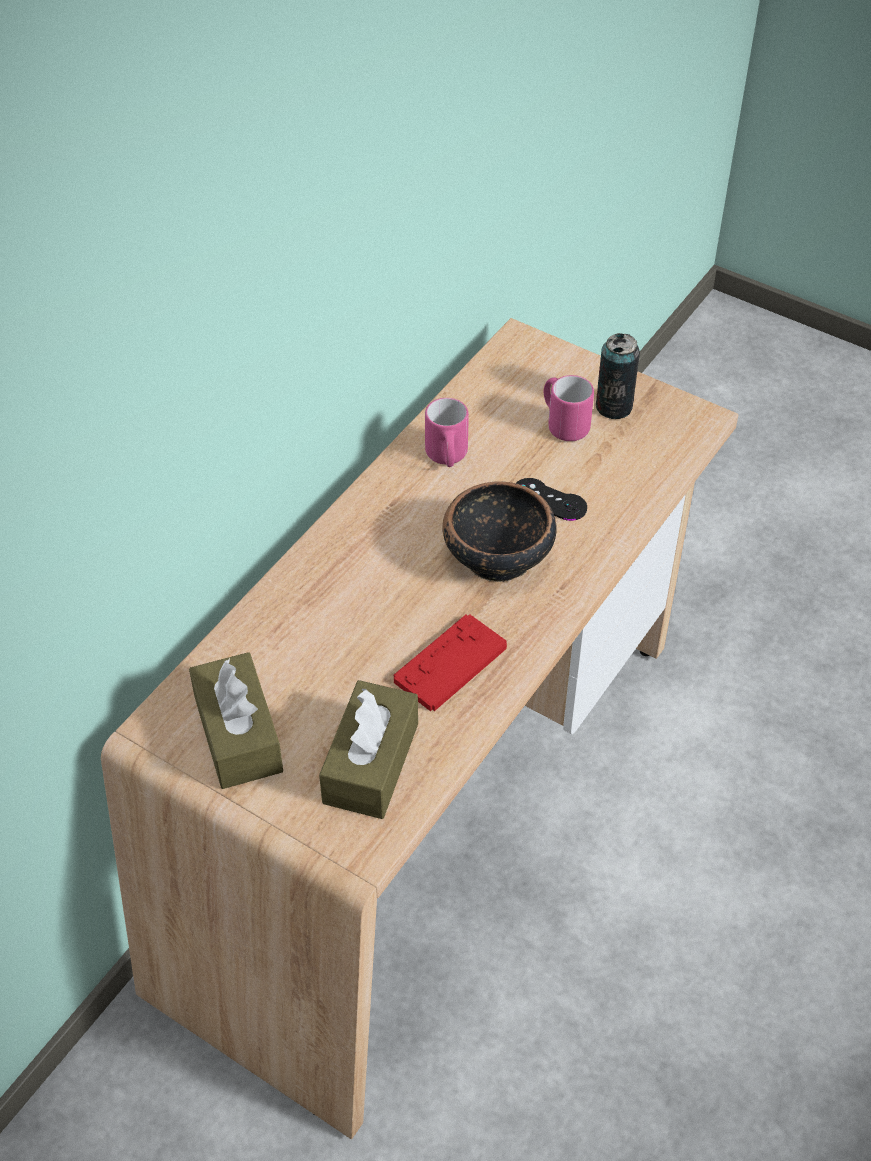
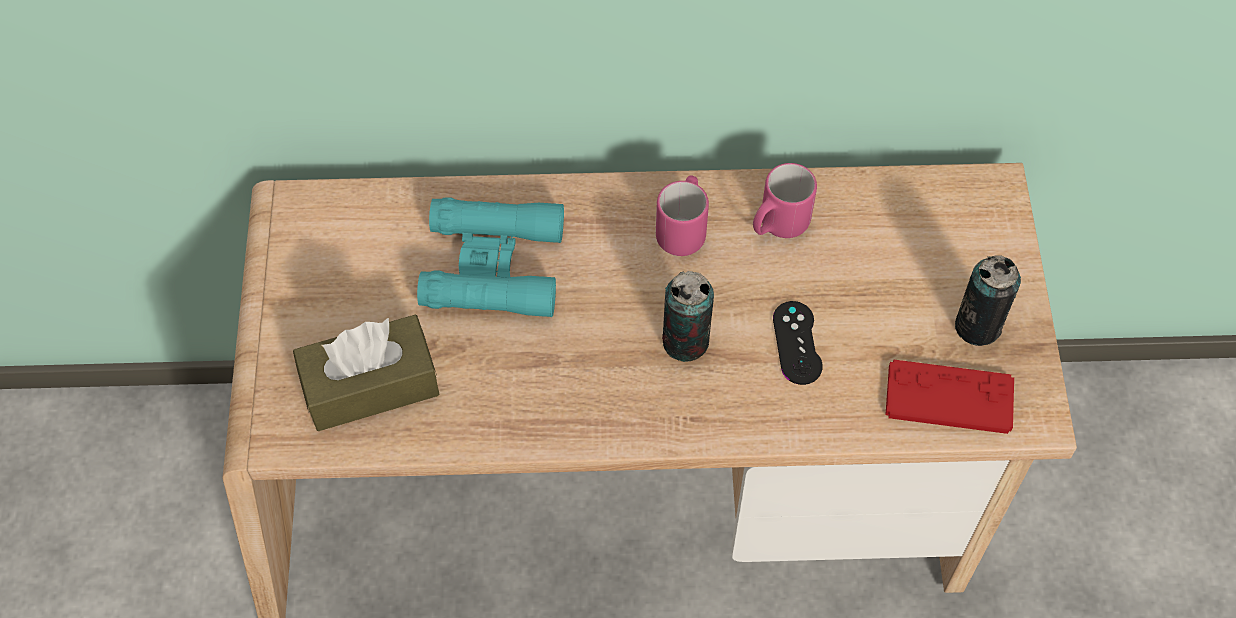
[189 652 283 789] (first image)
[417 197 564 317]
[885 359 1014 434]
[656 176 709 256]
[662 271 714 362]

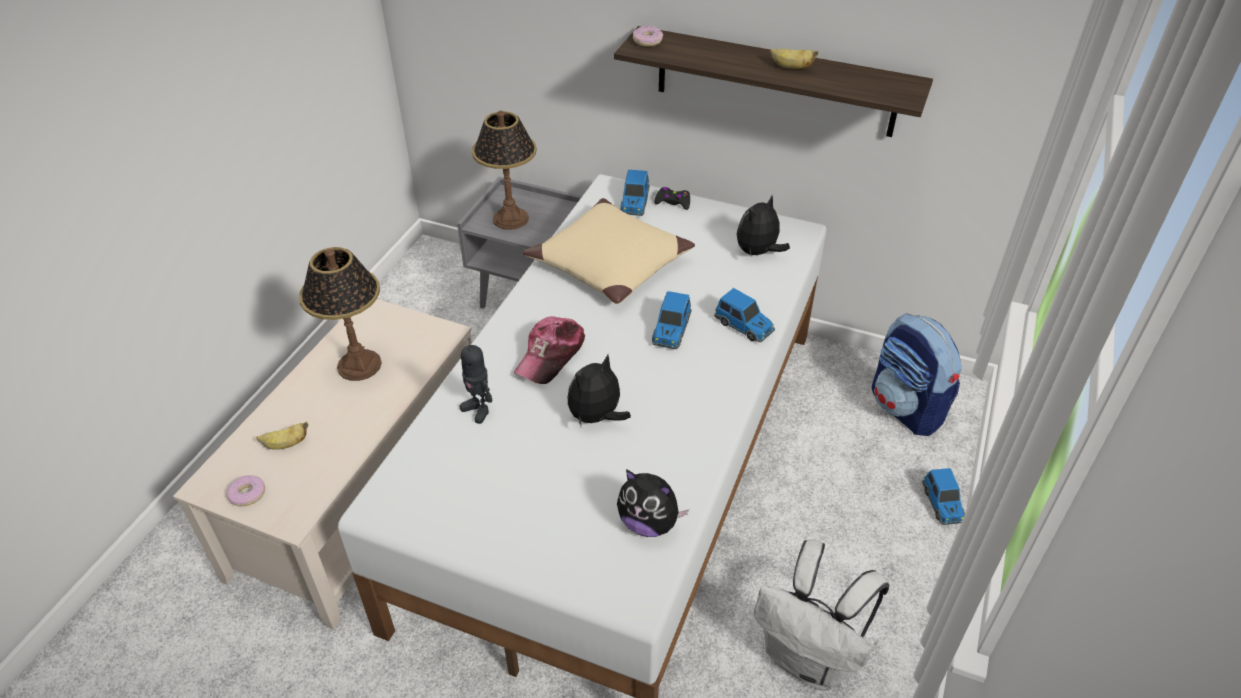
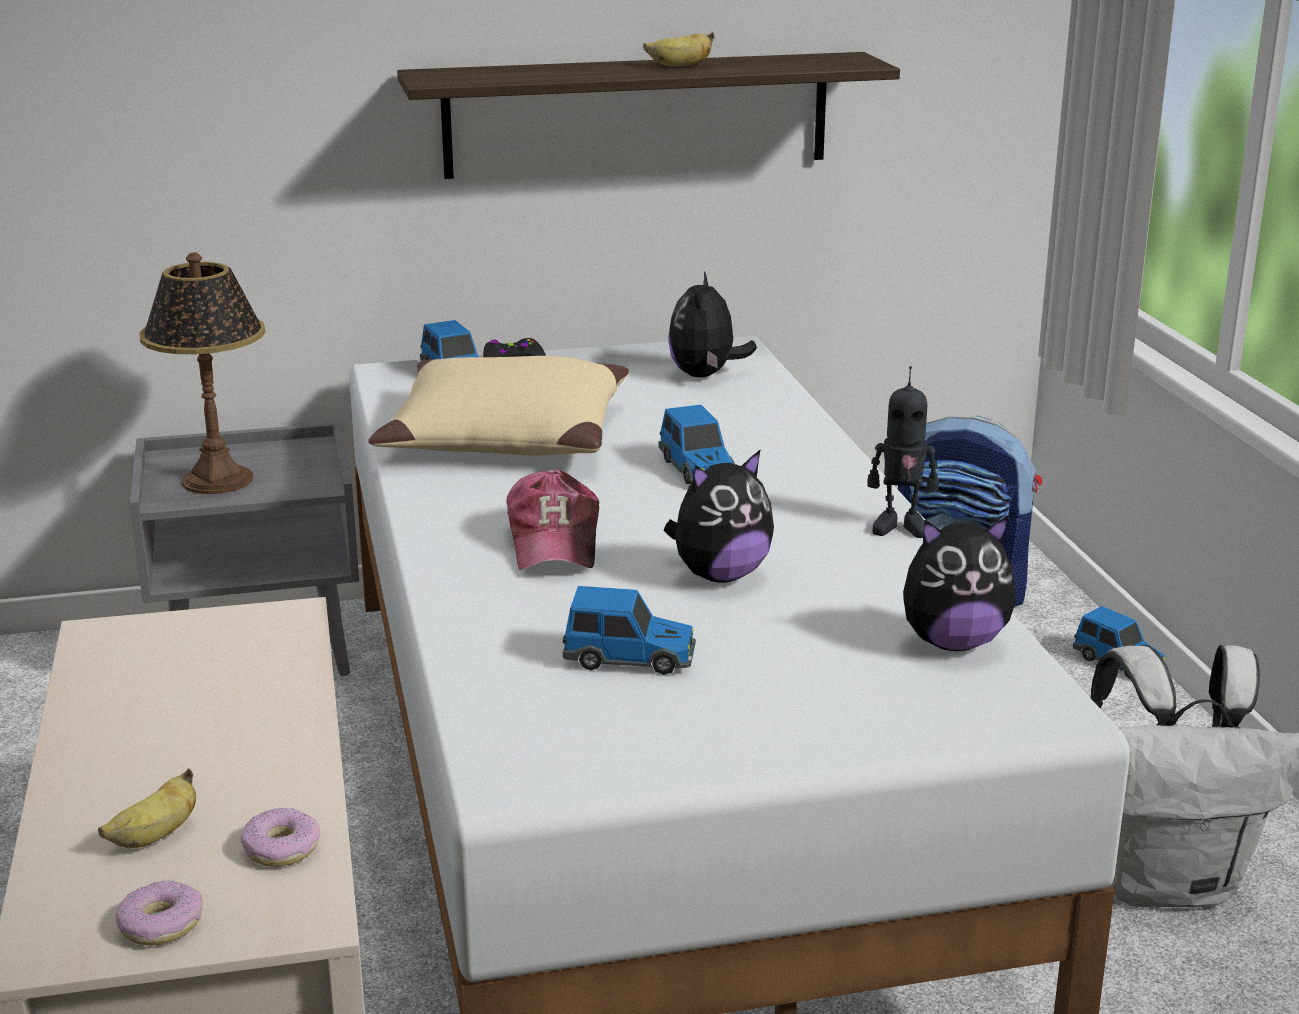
[299 247 382 381] (first image)
[867 366 939 538]
[241 808 320 867]
[563 586 696 675]
[664 450 774 583]

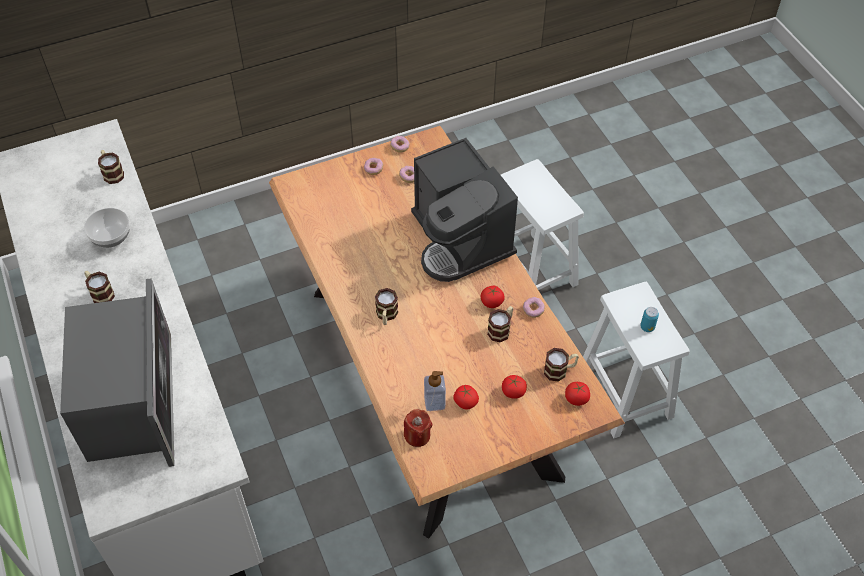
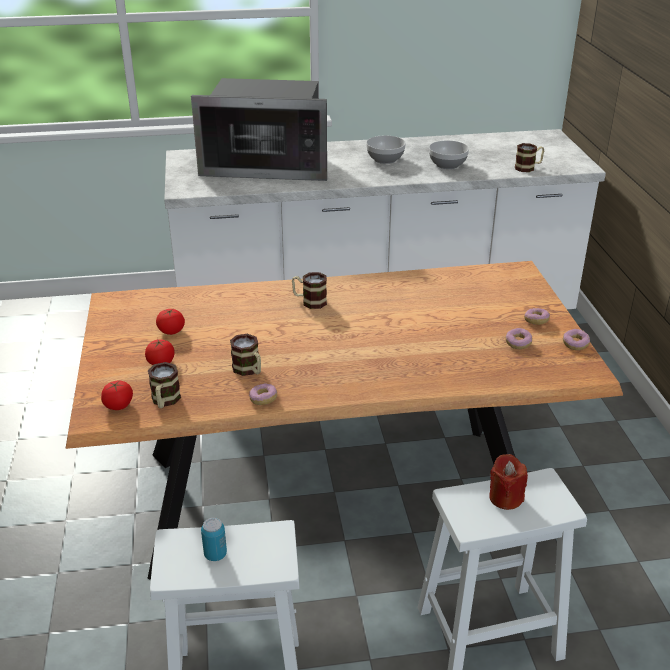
[411 138 518 282] (first image)
[424 371 446 411] (first image)
[481 286 505 308] (first image)
[489 454 528 510]
[366 135 406 164]

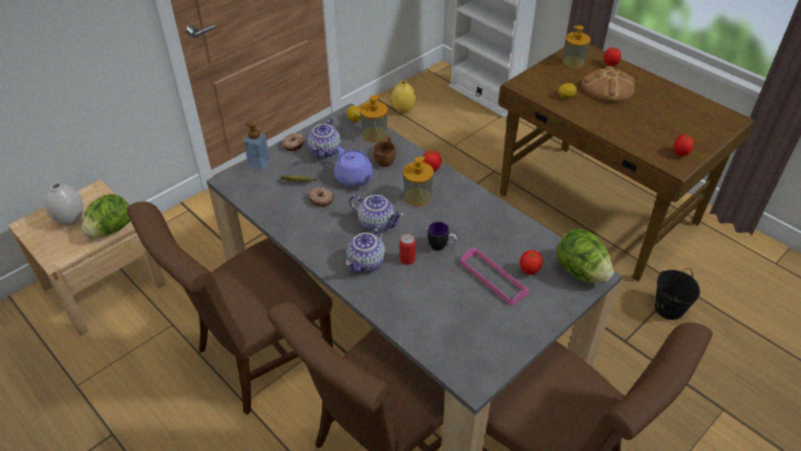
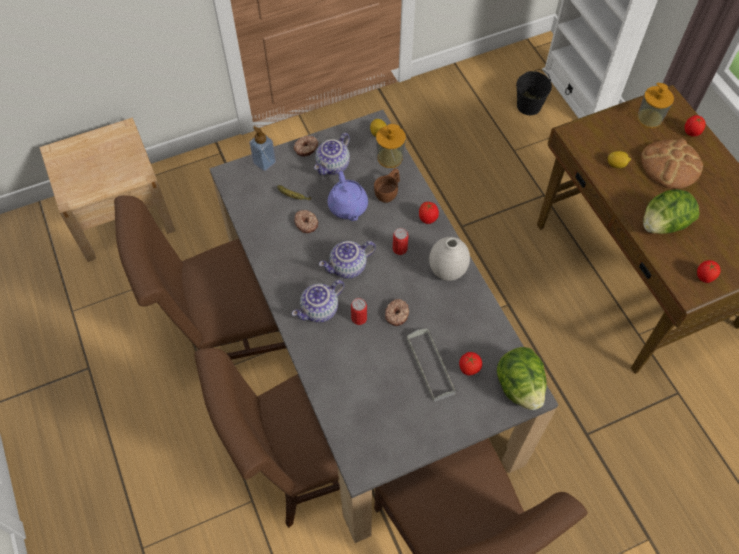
[391 81 416 114] (first image)
[429 237 470 281]
[643 189 700 234]
[516 69 552 115]
[393 228 409 255]
[385 299 409 326]
[407 329 456 402]
[319 241 376 279]

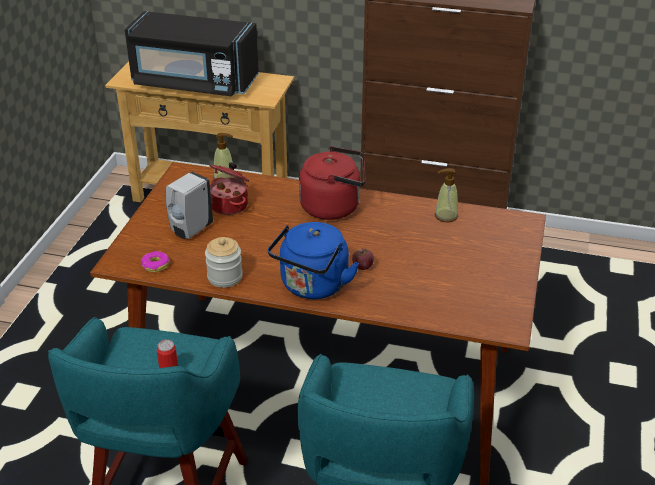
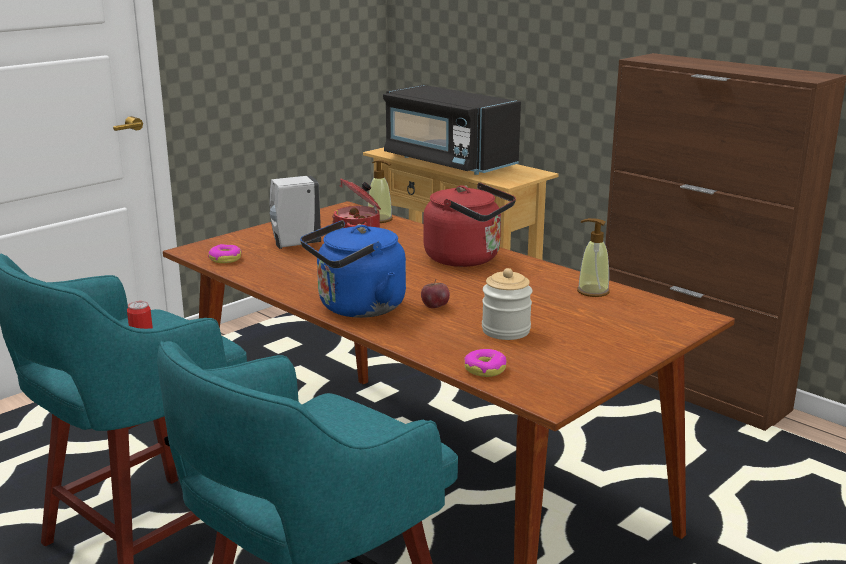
[464 349 507 377]
[482 268 532 340]

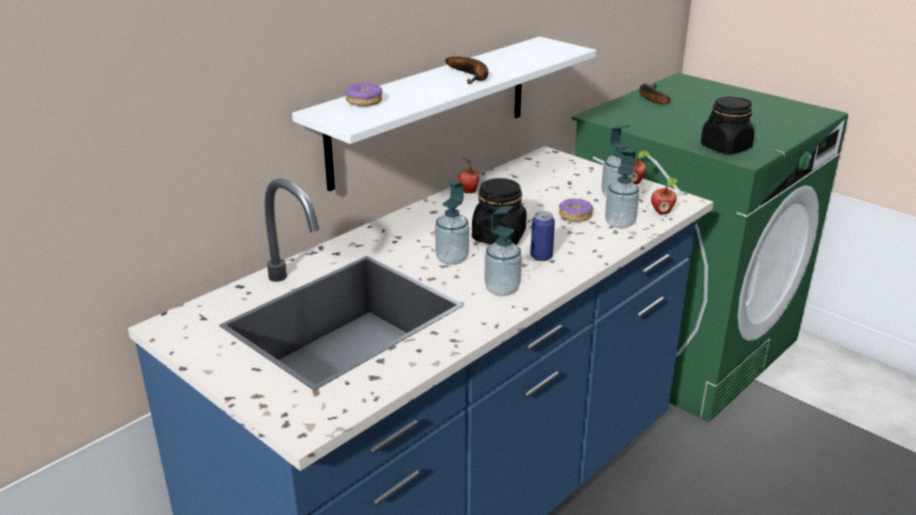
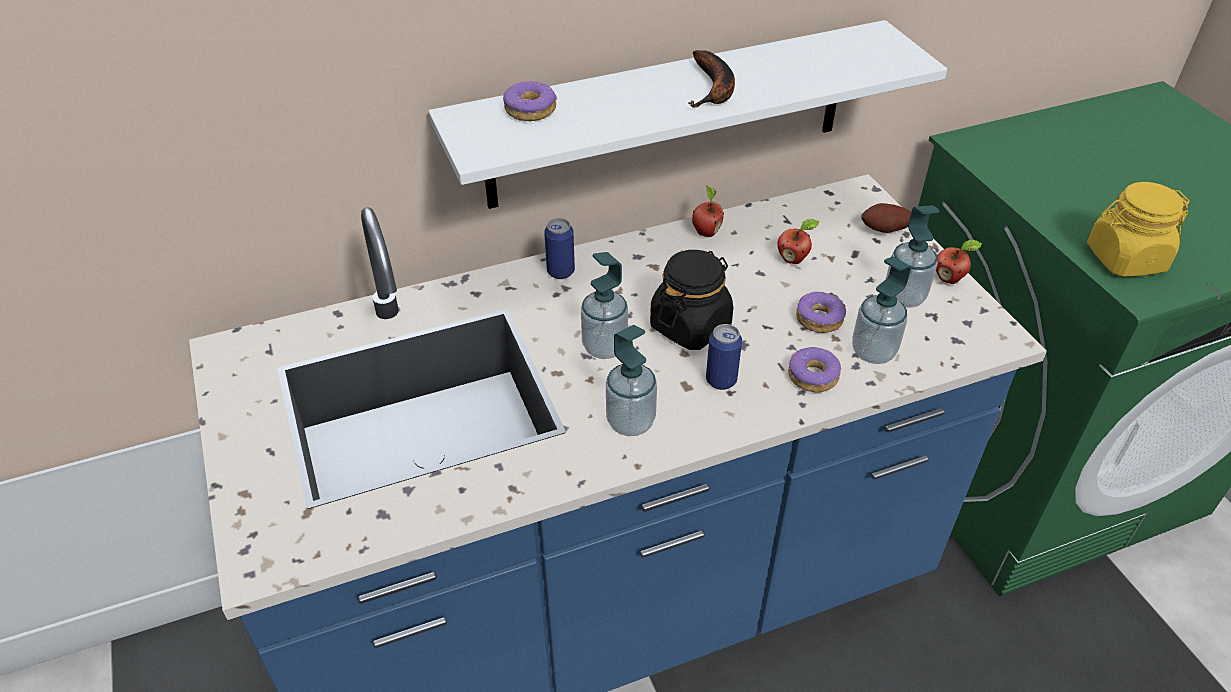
[639 83 671 104] (first image)
[544 218 575 279]
[788 347 841 393]
[861 203 911 233]
[777 219 819 264]
[1087 182 1189 277]

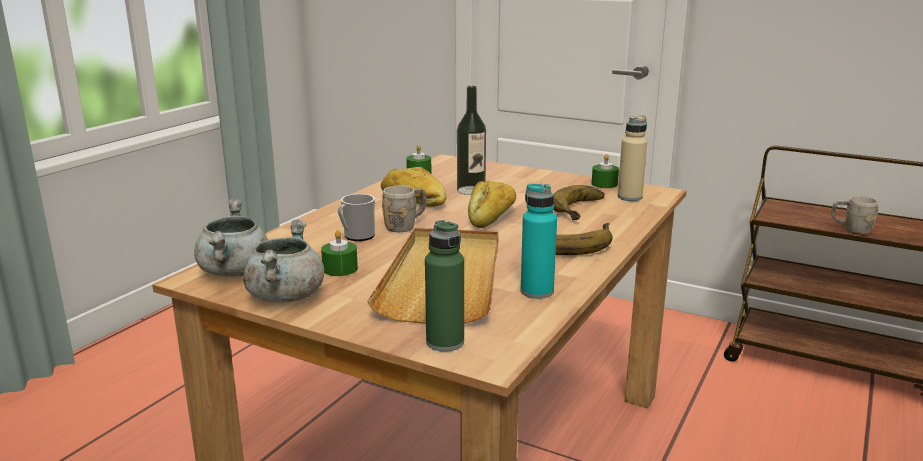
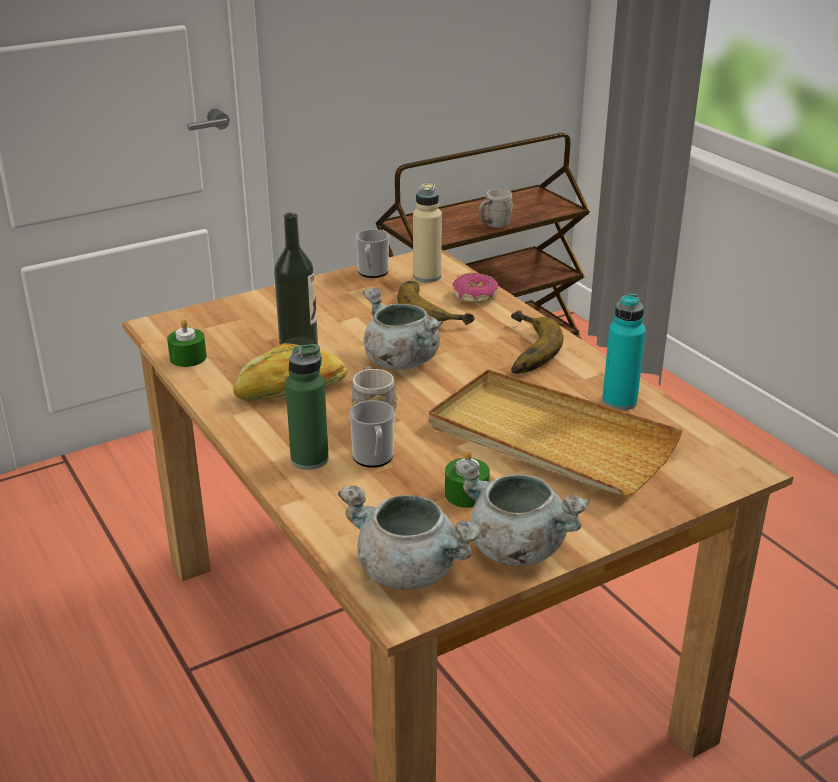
[453 273 498 303]
[285 344 329 470]
[363 288 443 370]
[356 229 390 278]

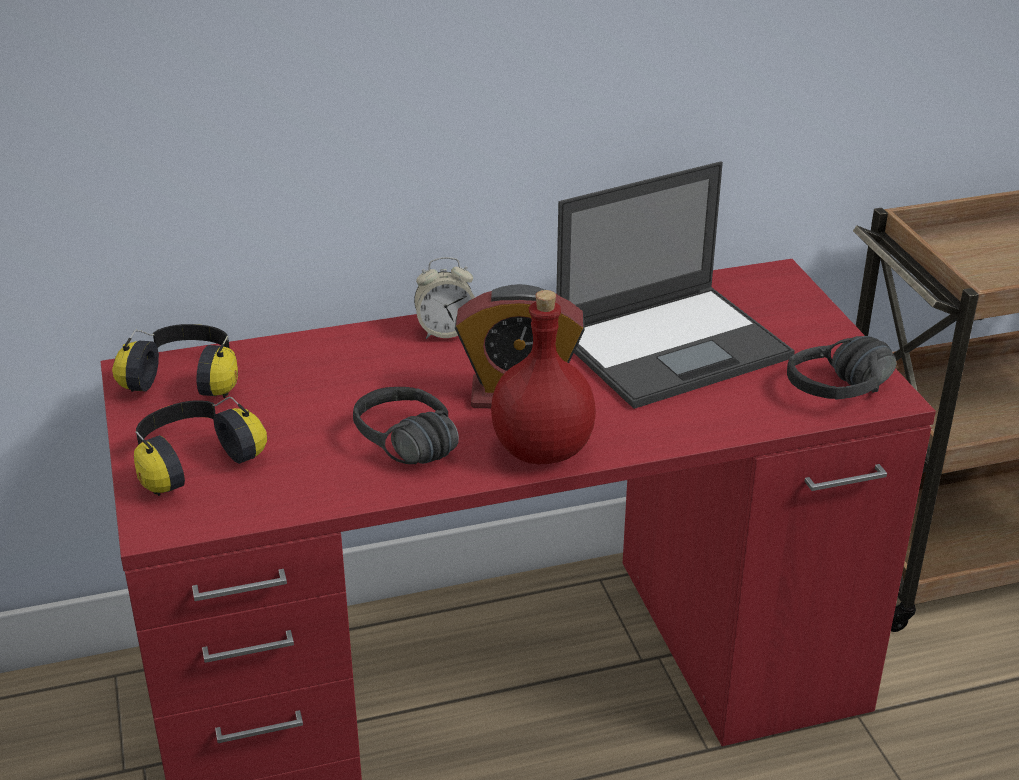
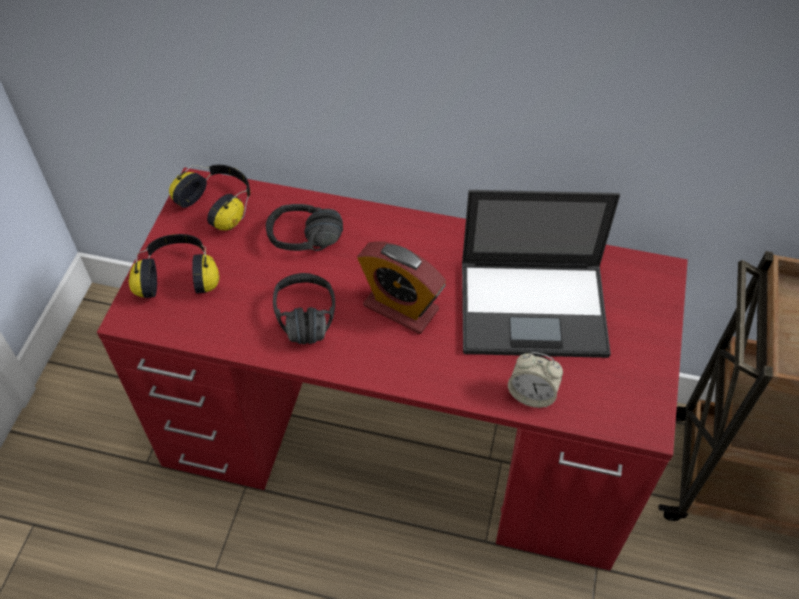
[491 290 596 464] (first image)
[508 352 563 408]
[266 204 343 251]

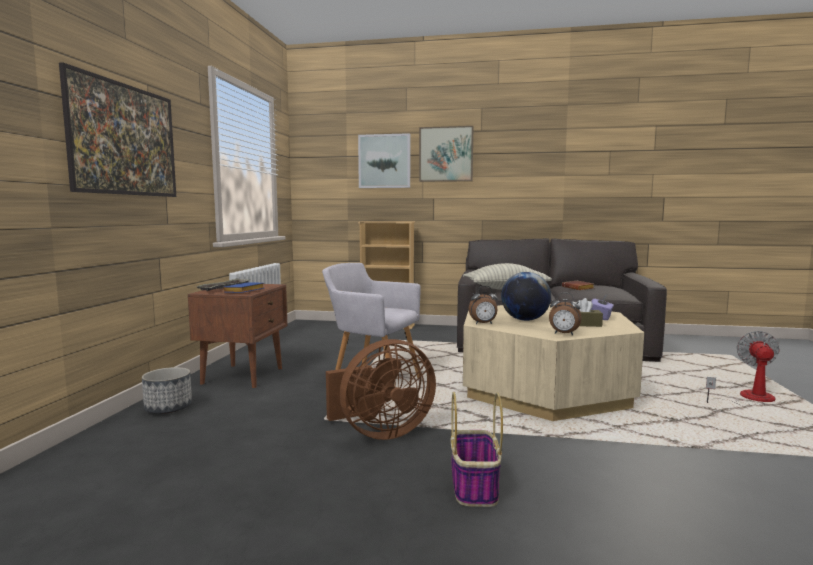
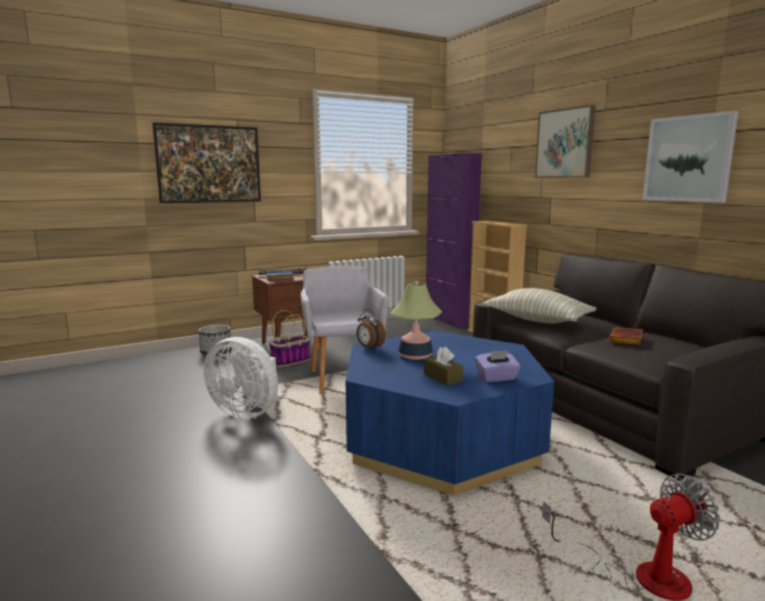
[549 293 582 335] (first image)
[426 153 482 328]
[643 111 739 202]
[269 310 310 367]
[390 281 442 360]
[203 337 278 419]
[346 331 554 496]

